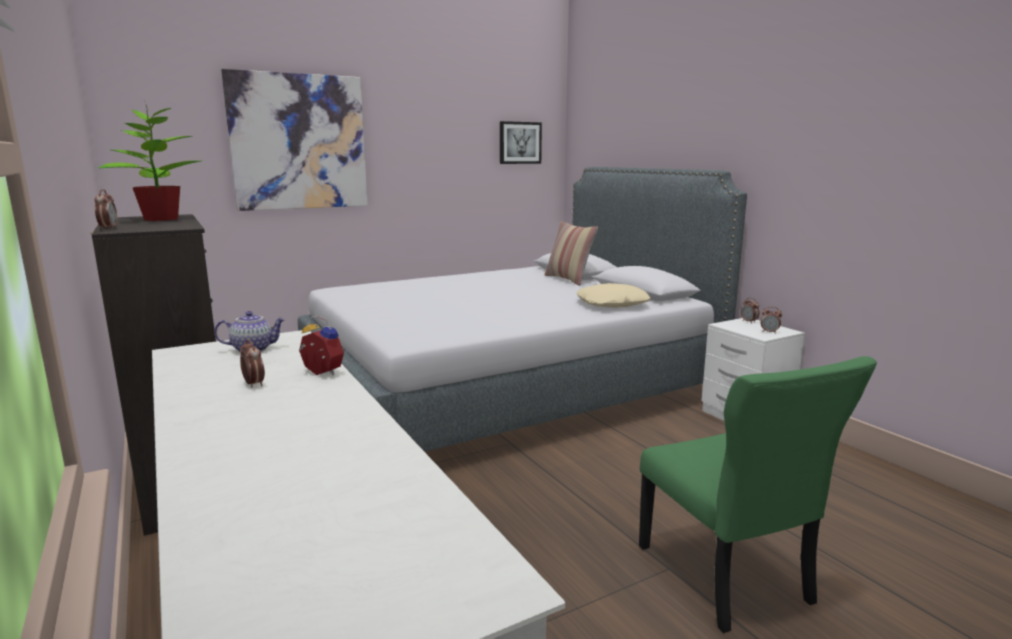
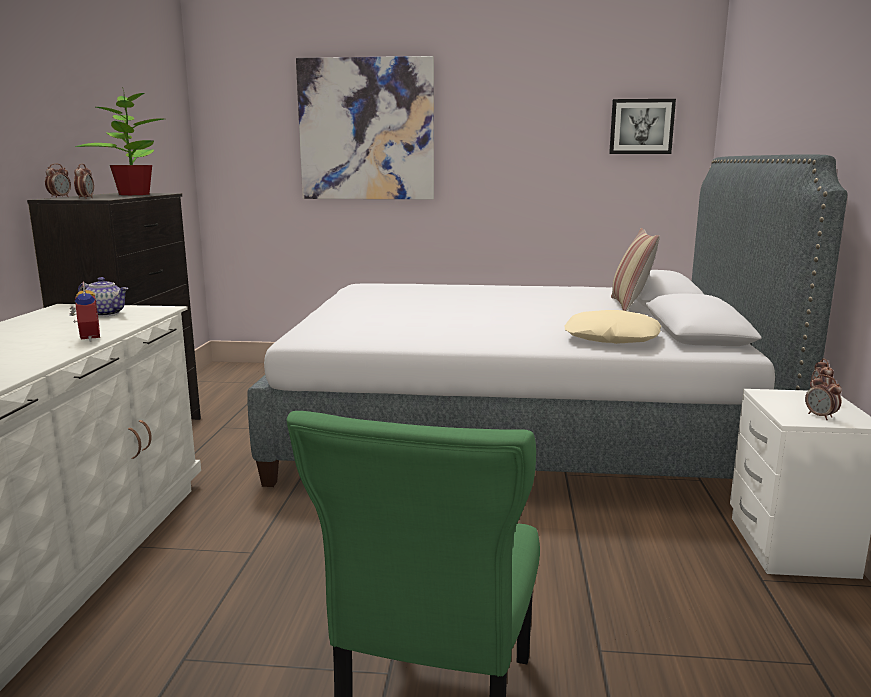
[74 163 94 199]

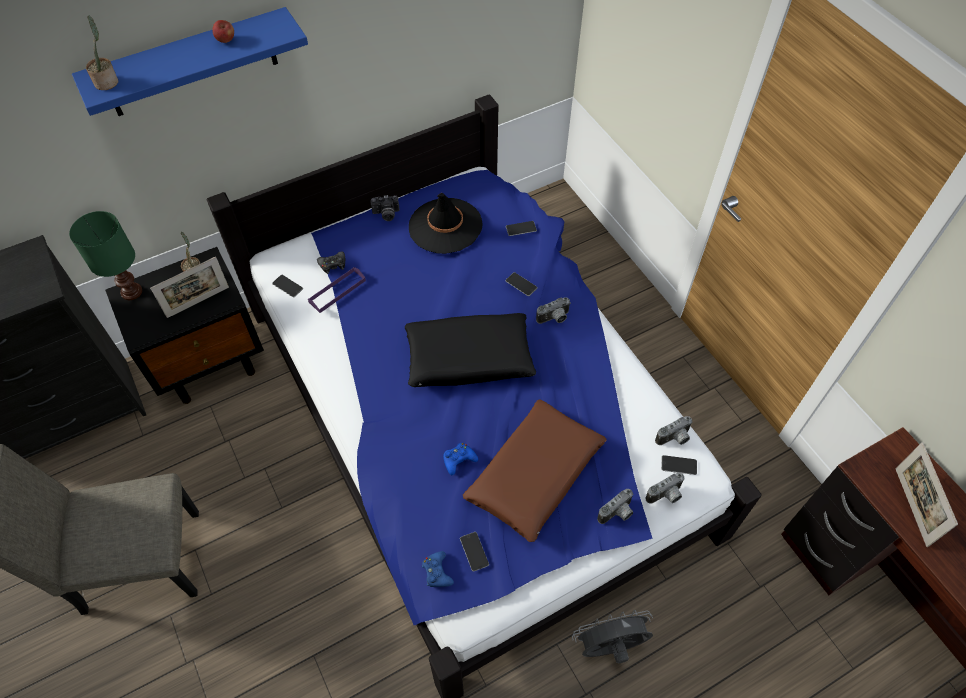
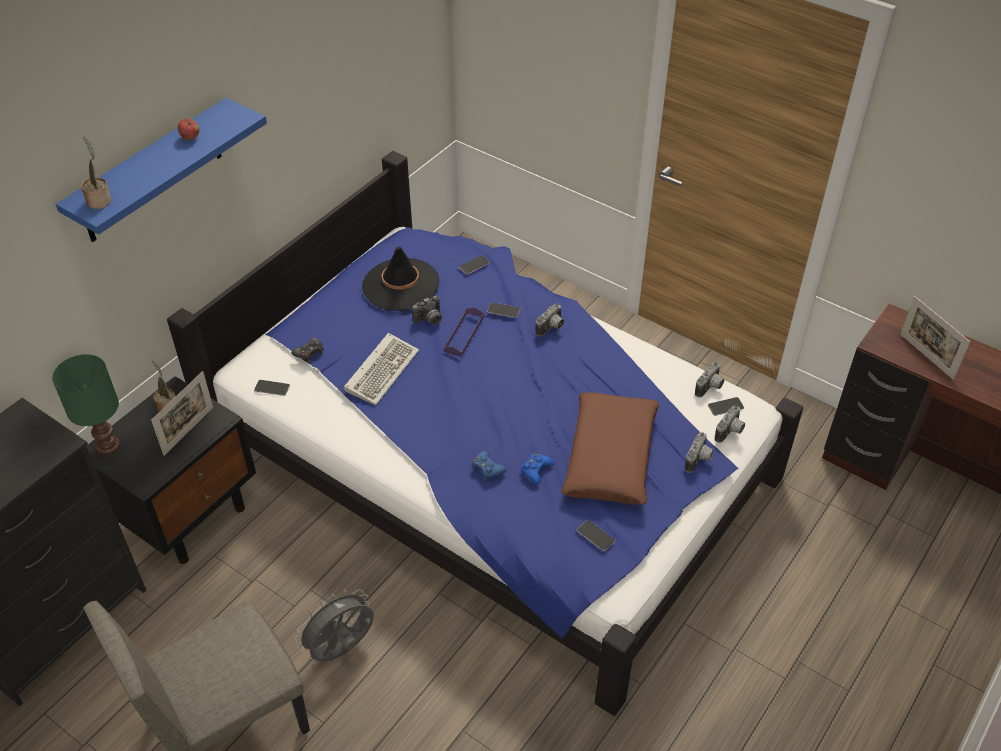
[405 313 536 387] (first image)
[344 333 419 405]
[444 307 484 357]
[412 296 442 325]
[472 451 507 480]
[295 589 374 662]

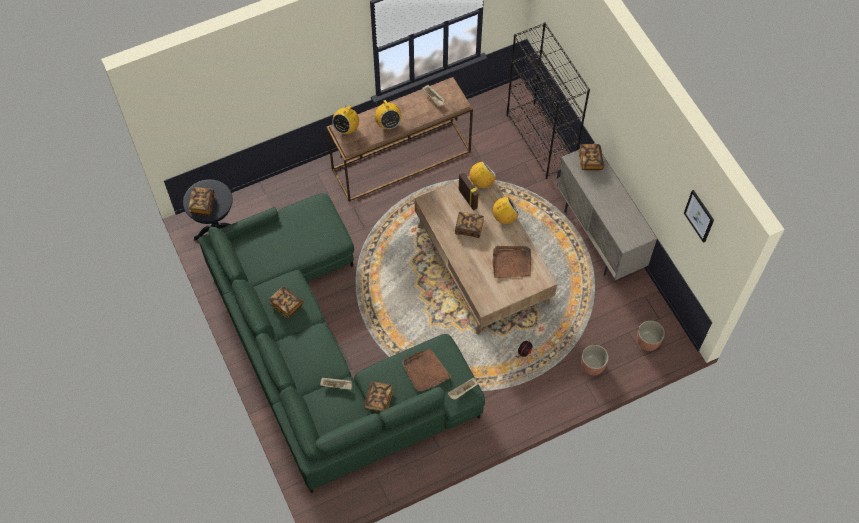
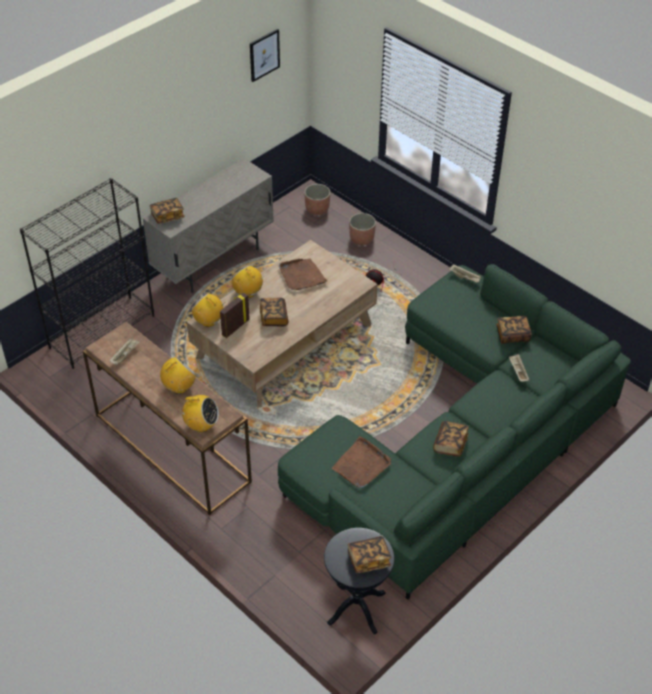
[332 436 391 488]

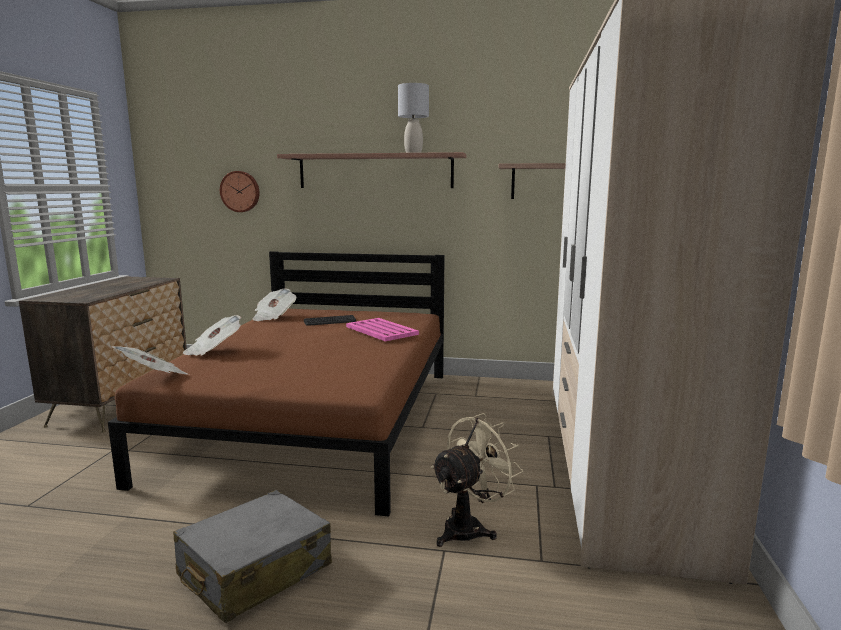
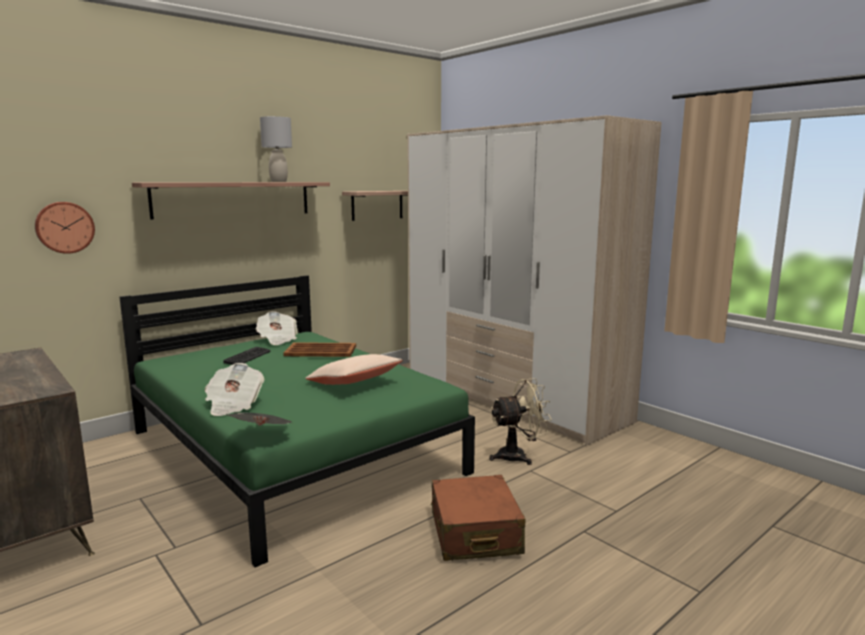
[305 354 403 385]
[256 311 297 345]
[119 275 475 567]
[431 475 525 561]
[283 342 356 357]
[489 378 552 465]

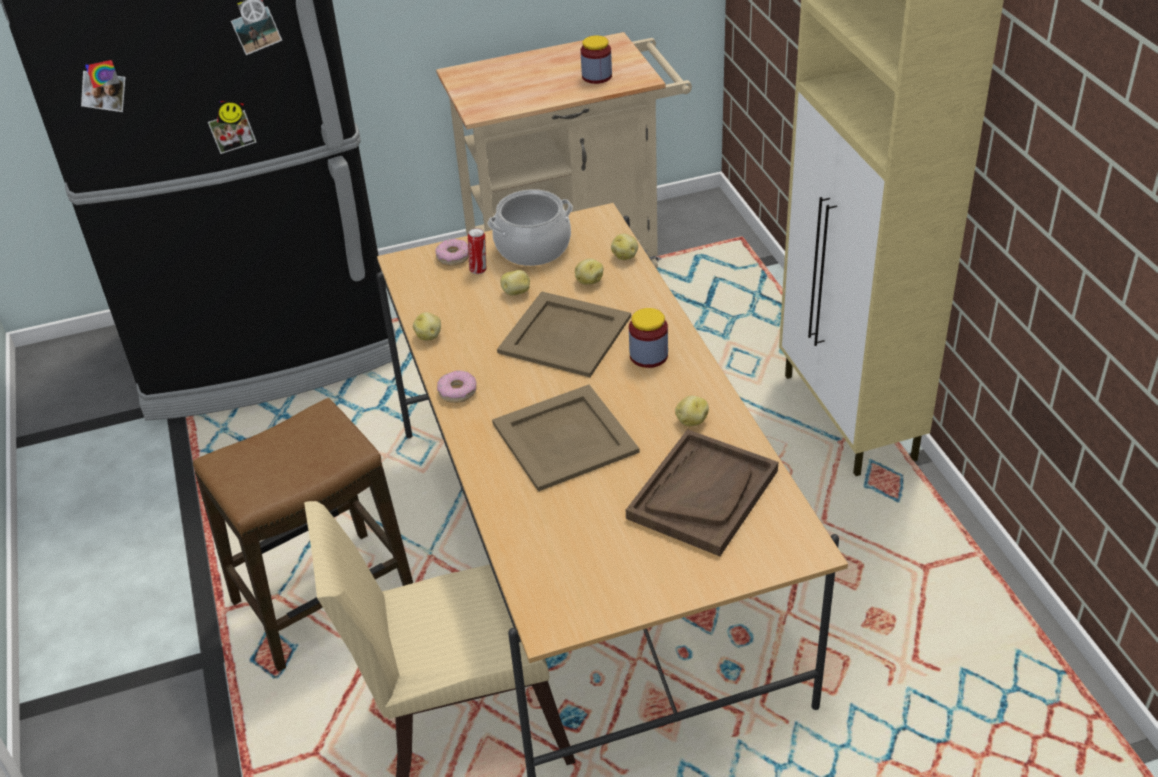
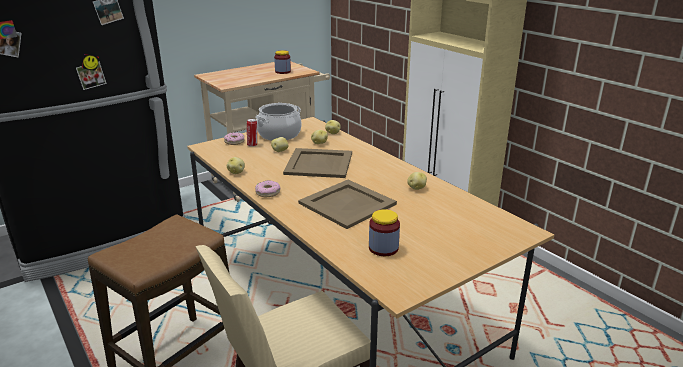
[626 429 778 556] (first image)
[369 209 400 256]

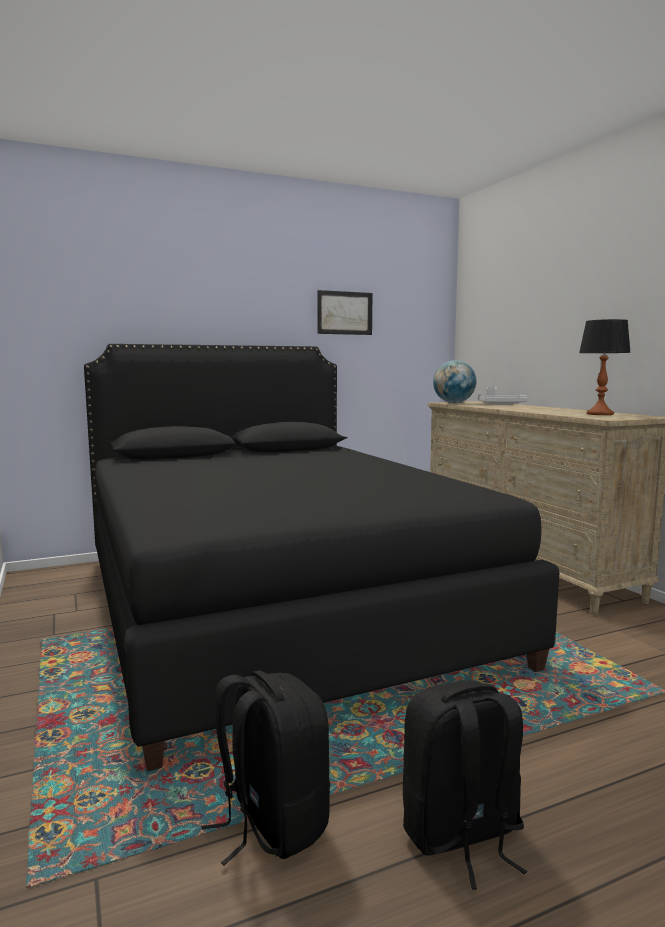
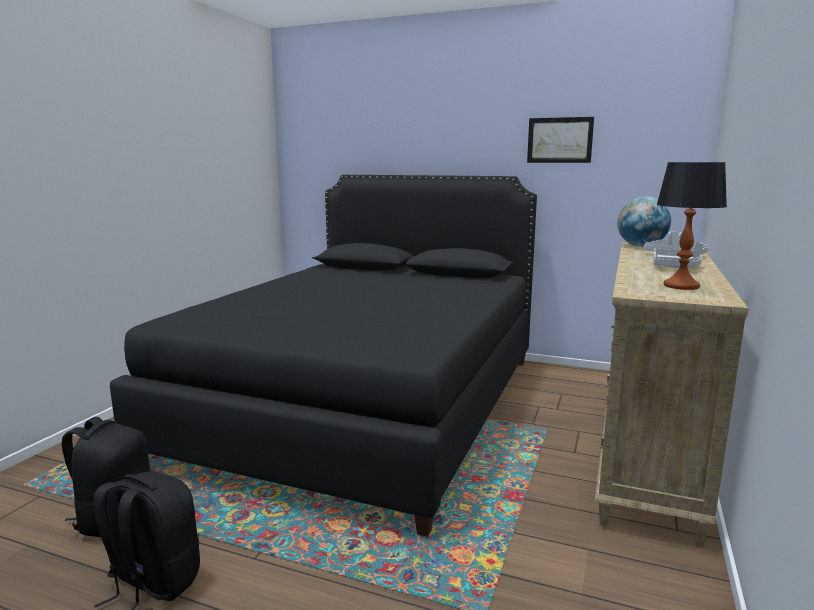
[653 242 703 268]

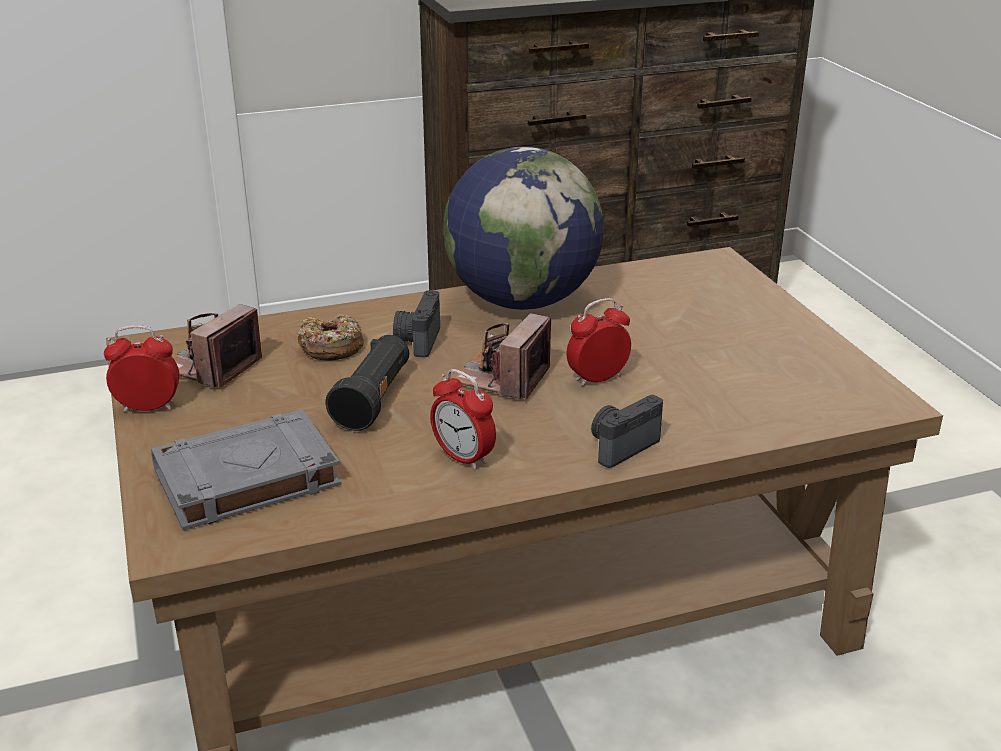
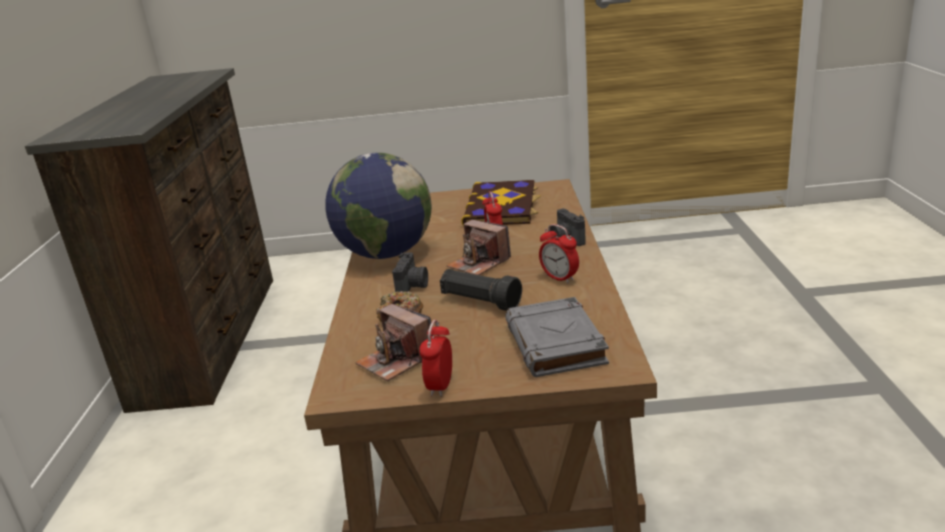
[461 180 541 226]
[392 252 428 292]
[539 224 579 283]

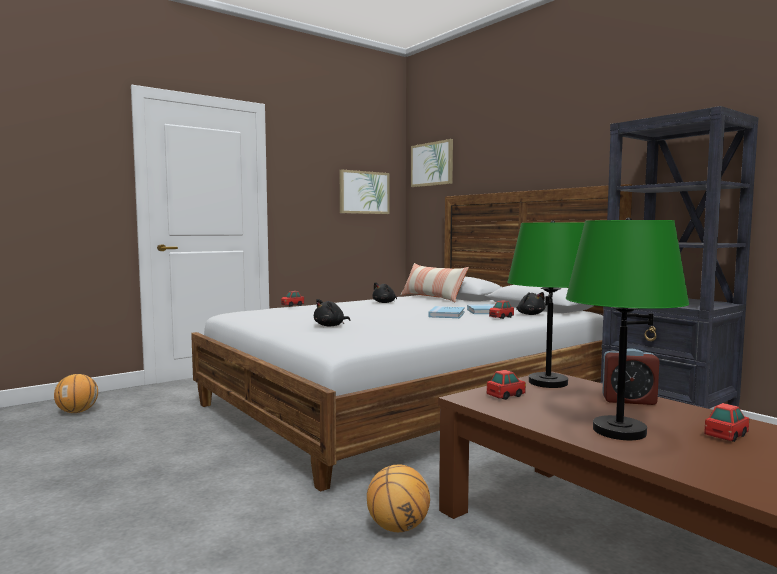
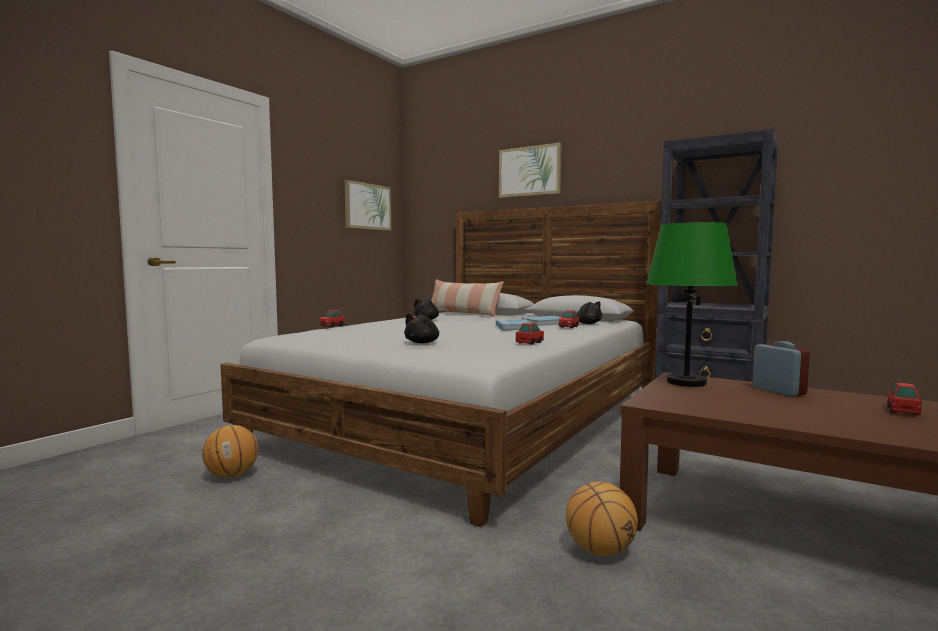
[566 217 689 440] (first image)
[202 425 259 478]
[499 142 562 198]
[516 323 544 345]
[752 341 810 397]

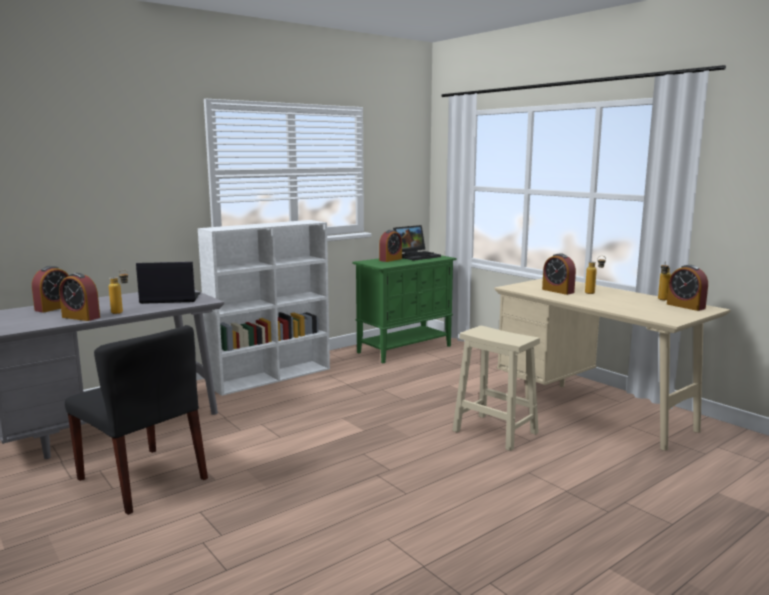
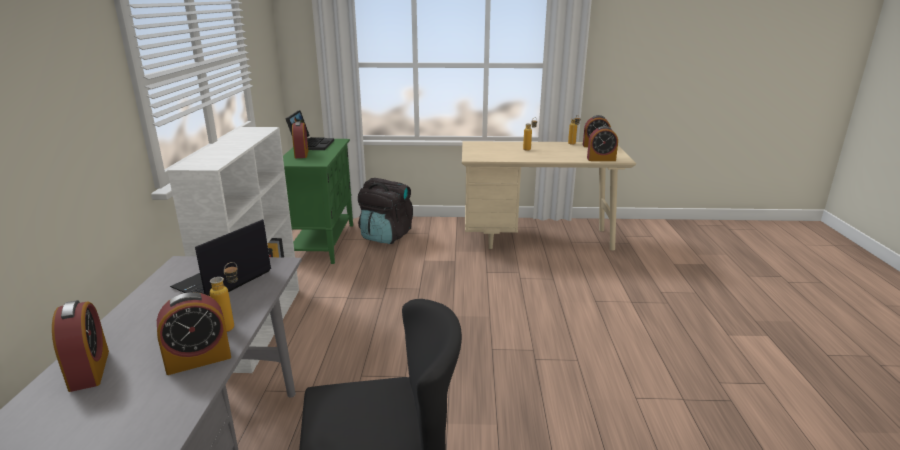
[452 326 540 451] (first image)
[358 178 413 244]
[587 126 618 161]

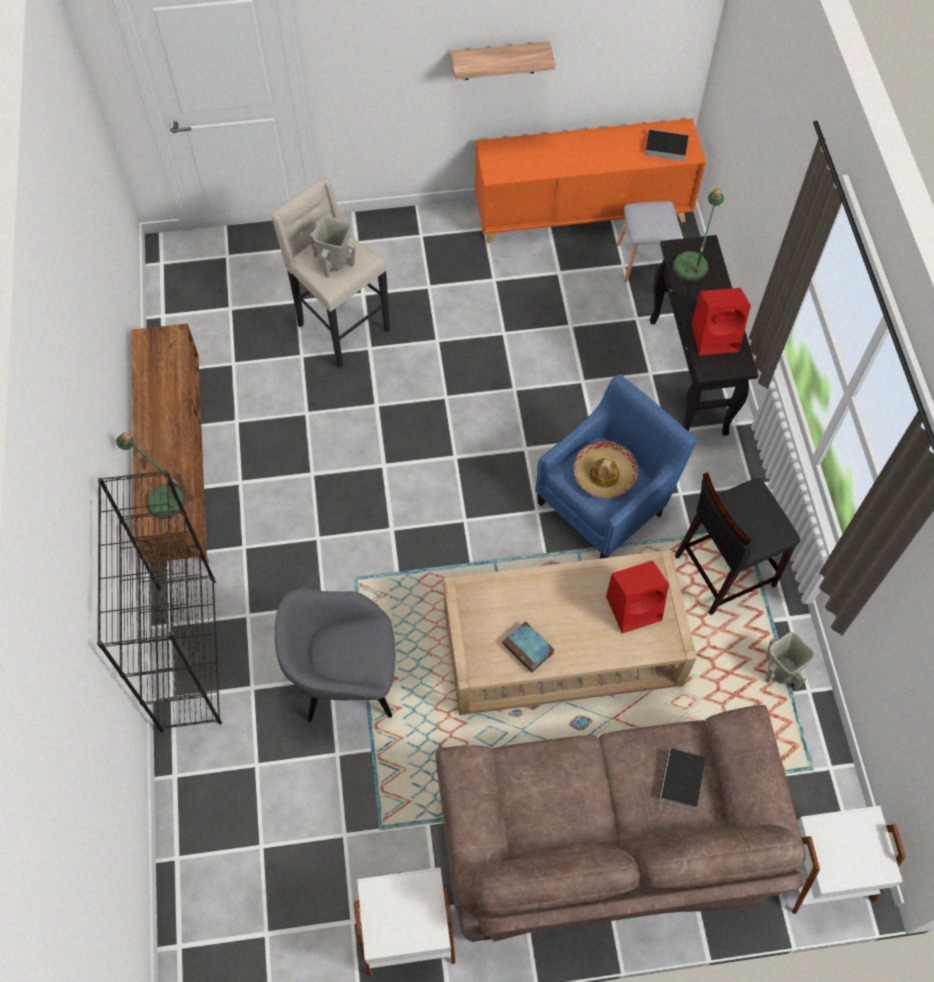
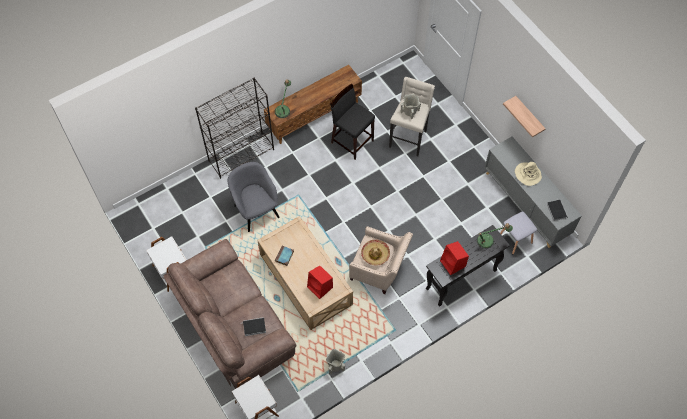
[515 162 542 186]
[330 84 375 160]
[484 137 582 248]
[349 226 413 294]

